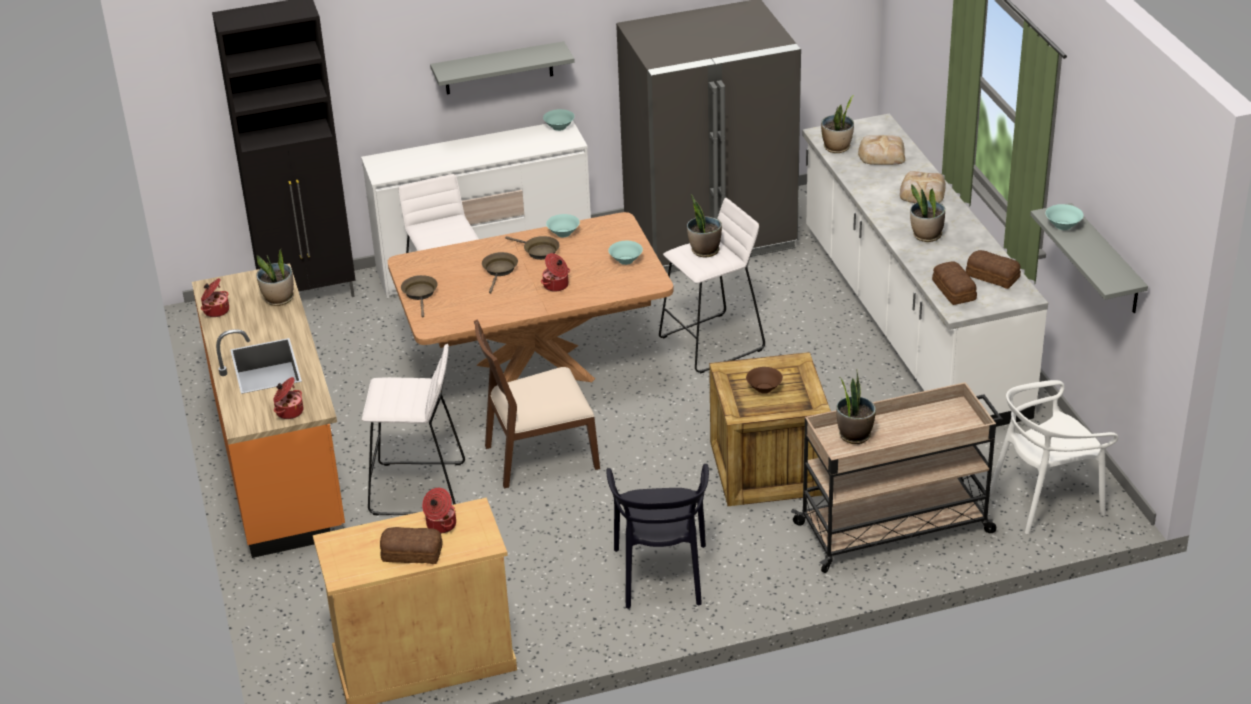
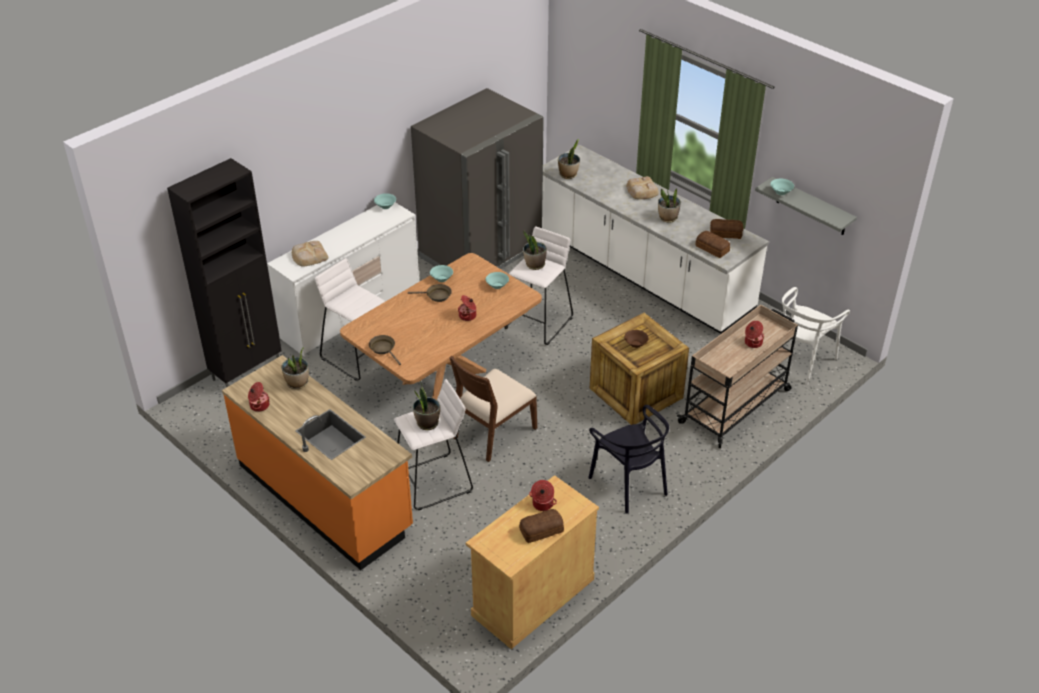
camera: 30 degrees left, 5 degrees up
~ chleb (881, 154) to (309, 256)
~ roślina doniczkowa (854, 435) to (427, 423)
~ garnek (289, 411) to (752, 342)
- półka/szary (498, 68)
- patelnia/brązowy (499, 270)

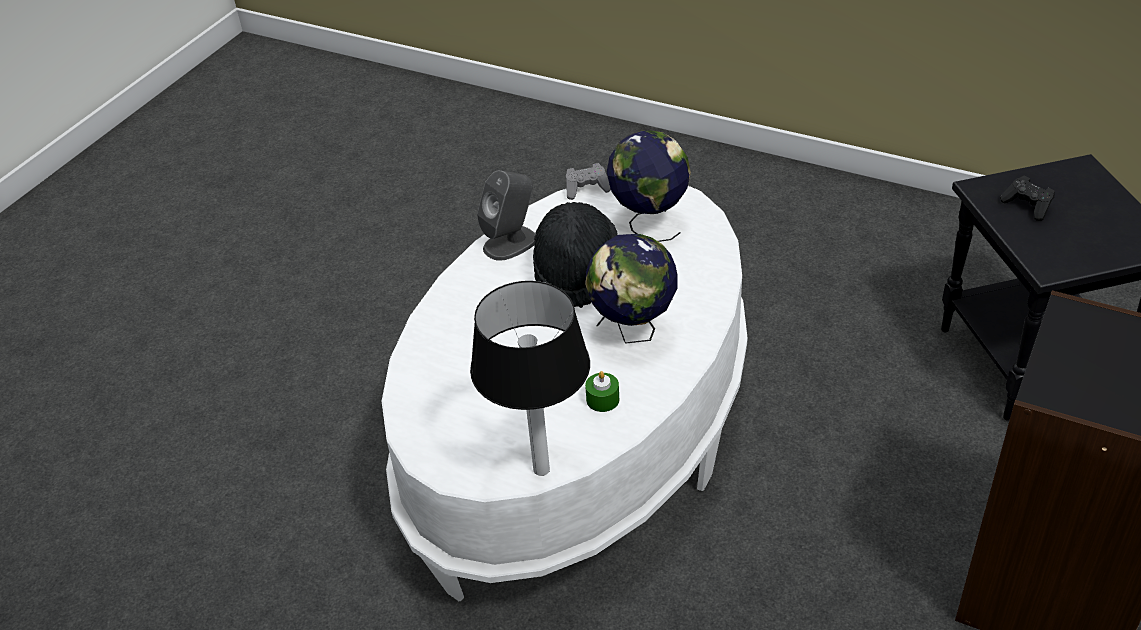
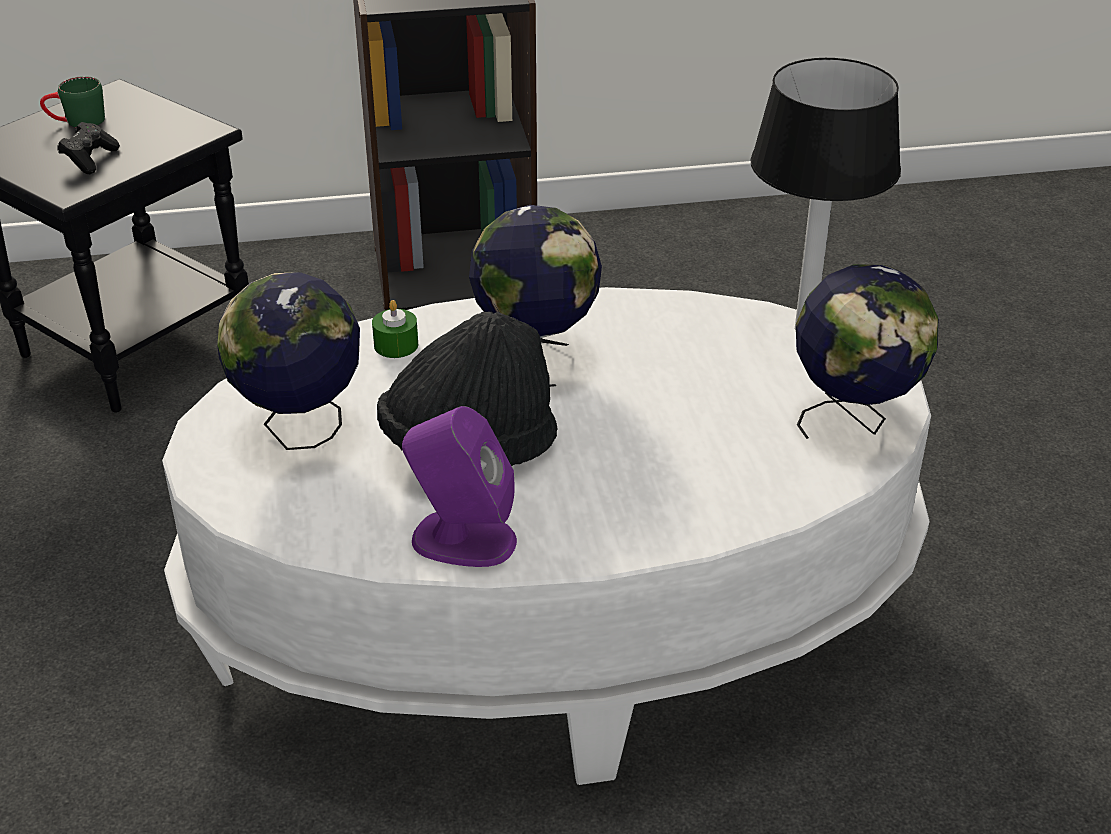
camera: 130 degrees left, 5 degrees down
+ kubek/zielony (77, 122)
~ świeca/zielony (602, 399) to (396, 345)
~ głośnik/szary (511, 243) to głośnik/fioletowy (462, 539)
+ globus (853, 421)
- pad do gier/szary (587, 189)

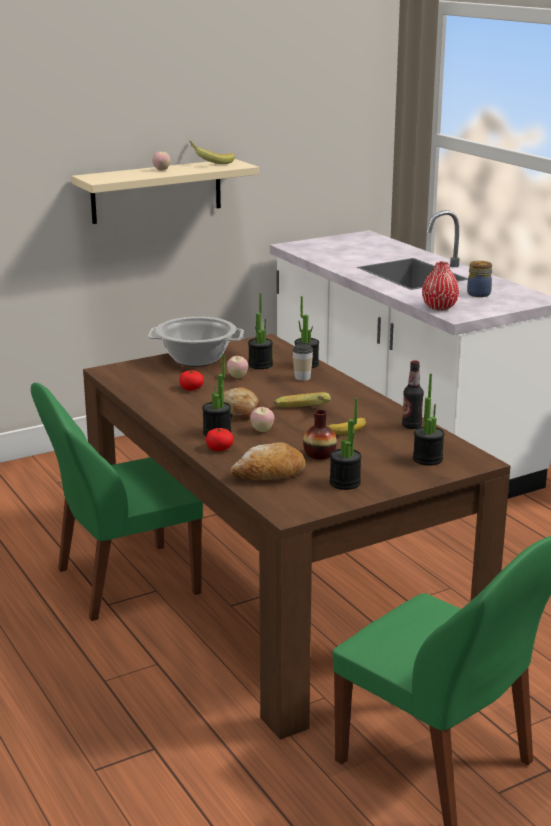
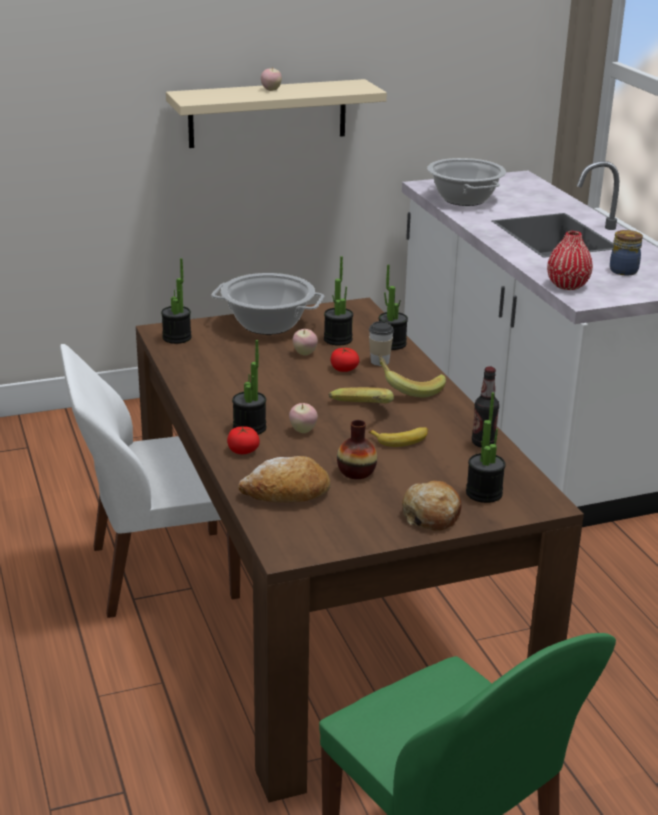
camera: 10 degrees right, 5 degrees up
~ krzesło/zielony (123, 582) to krzesło/biały (158, 573)
~ roślina doniczkowa (345, 483) to (177, 338)
~ pomidor (191, 388) to (344, 369)
~ banan (211, 163) to (409, 388)
~ chleb (238, 413) to (431, 515)
+ garnek (464, 199)

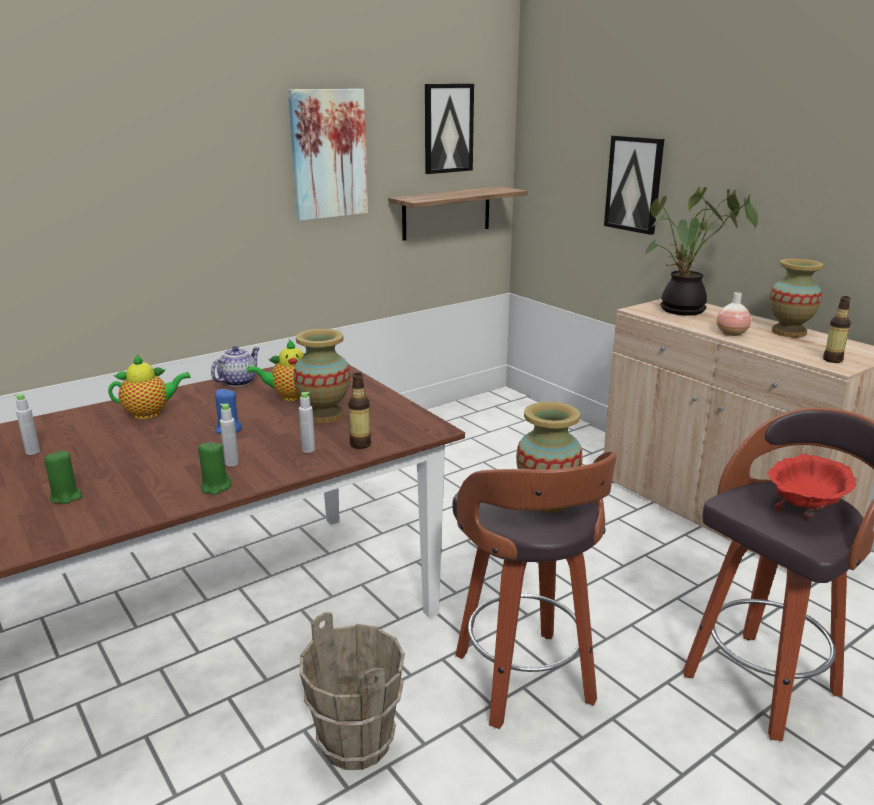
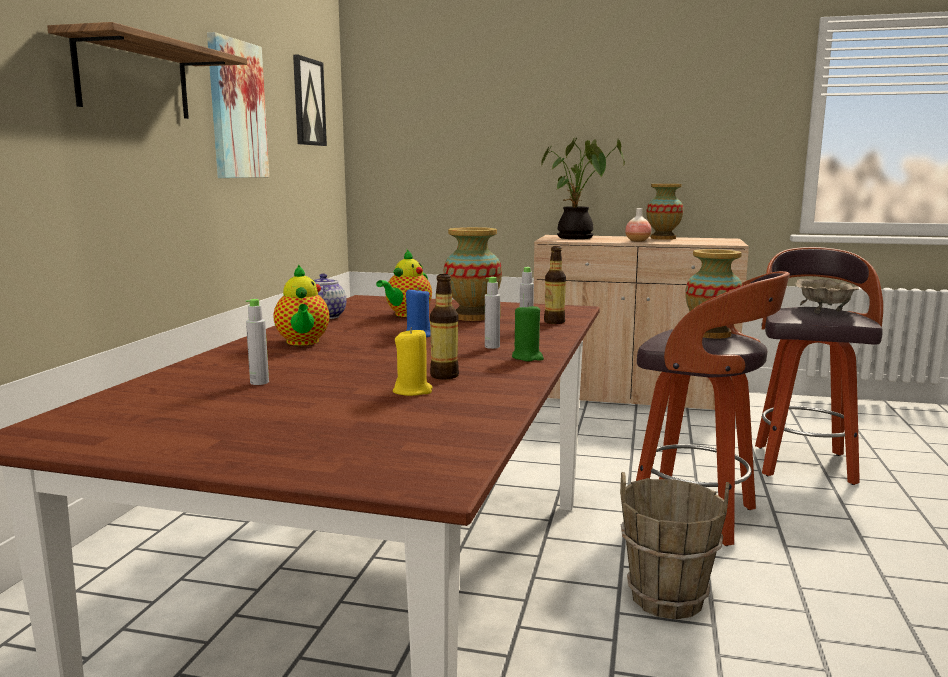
camera: 40 degrees left, 10 degrees down
~ półka (446, 213) to (134, 79)
~ imbryk (150, 413) = (303, 342) 135 degrees clockwise
~ świeca/zielony (66, 497) to świeca/żółty (413, 391)
~ butelka (832, 360) to (444, 376)
~ miska/czerwony (805, 508) to miska/beżowy (824, 310)
- obraz (634, 184)

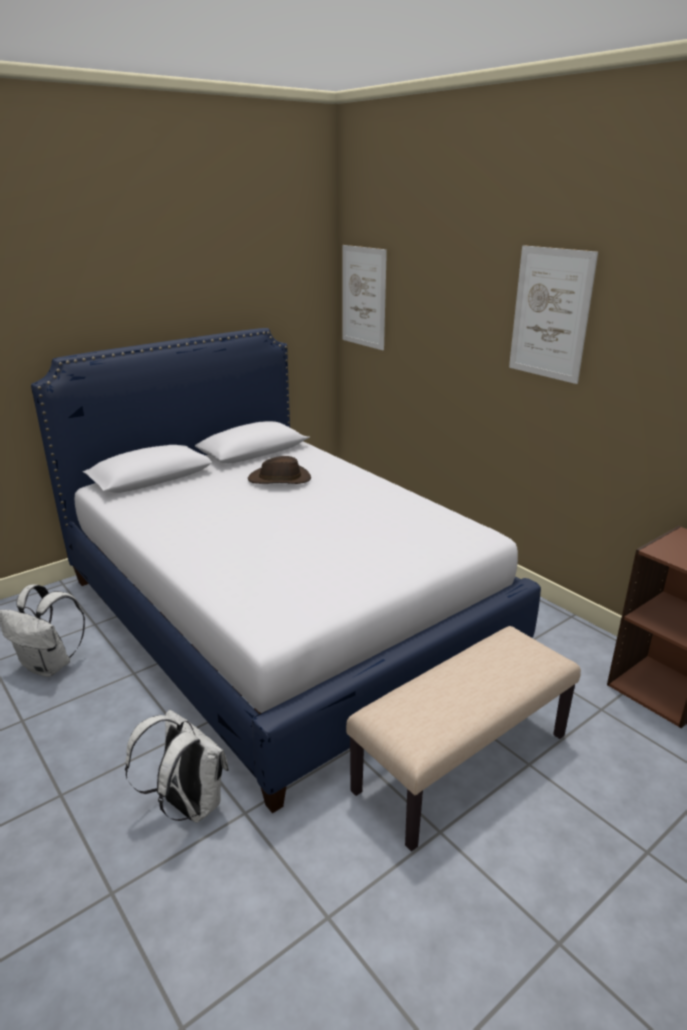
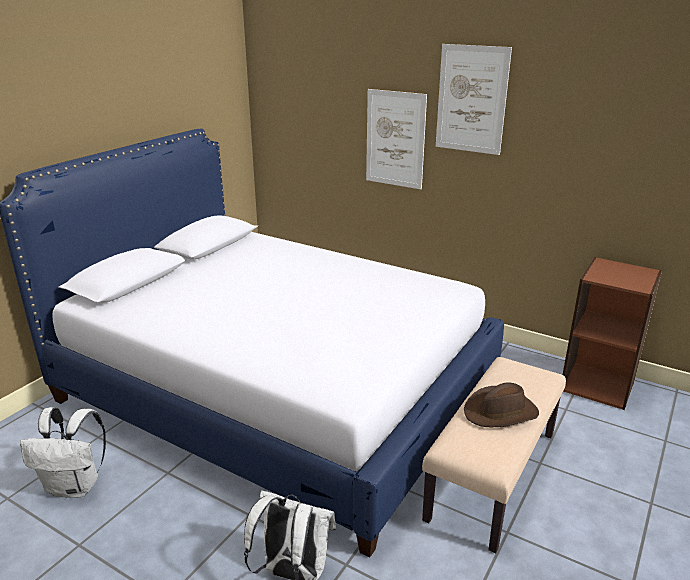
camera: 20 degrees left, 0 degrees up
~ obraz (363, 297) to (395, 139)
~ kapelusz/brązowy (280, 479) to (500, 412)

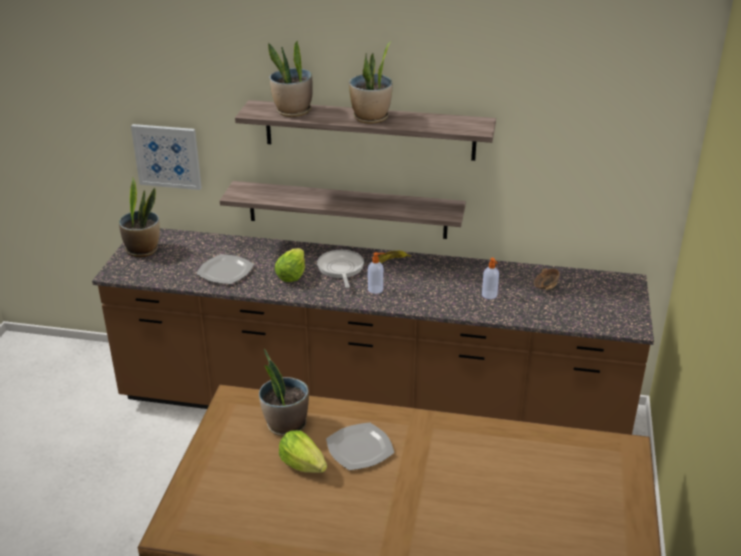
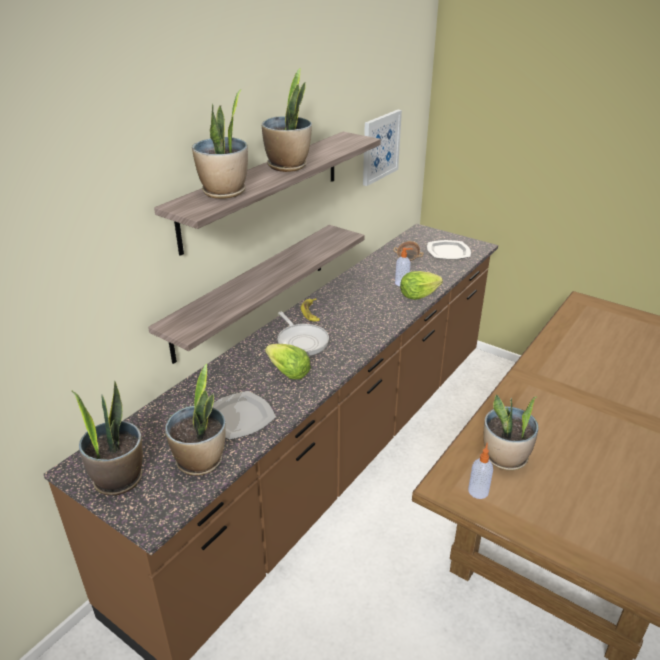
camera: 65 degrees left, 0 degrees up
+ roślina doniczkowa (201, 461)
~ patelnia (340, 269) = (301, 341) 135 degrees counterclockwise
~ obraz (167, 156) to (380, 147)
~ sałata (302, 464) to (418, 295)
~ talerz (360, 448) to (448, 251)
~ dozownik mydła (376, 289) to (478, 491)

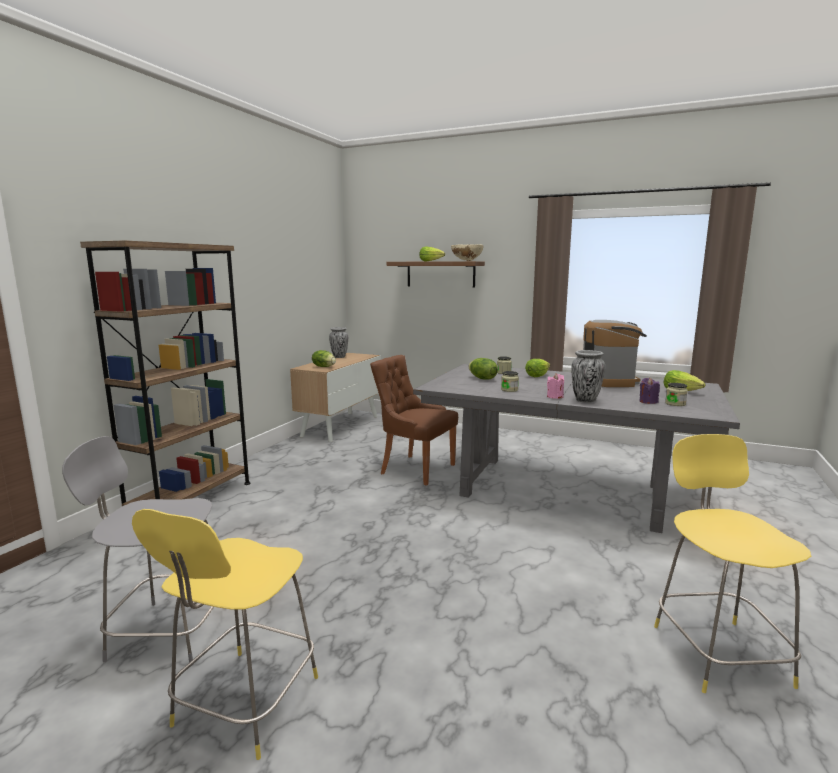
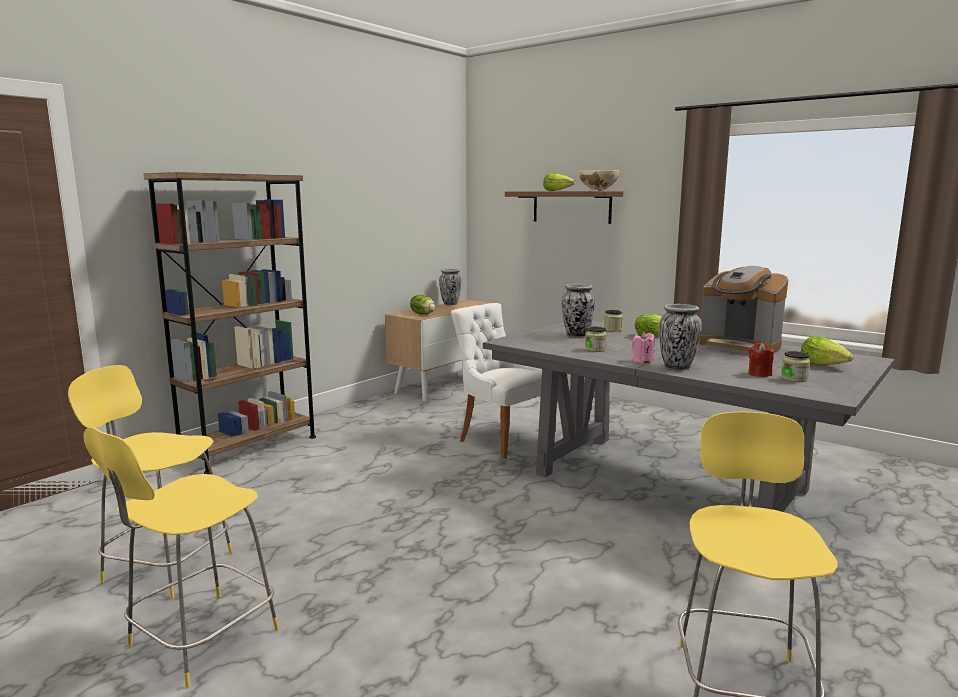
camera: 15 degrees right, 0 degrees up
~ stołek/szary (166, 632) to stołek/żółty (165, 566)
~ krzesło/brązowy (415, 468) to krzesło/biały (502, 439)
~ sałata (482, 378) to wazon (577, 335)
~ ekspres do kawy (609, 381) = (739, 347) 120 degrees clockwise
~ świeca/fioletowy (648, 401) to świeca/czerwony (759, 374)

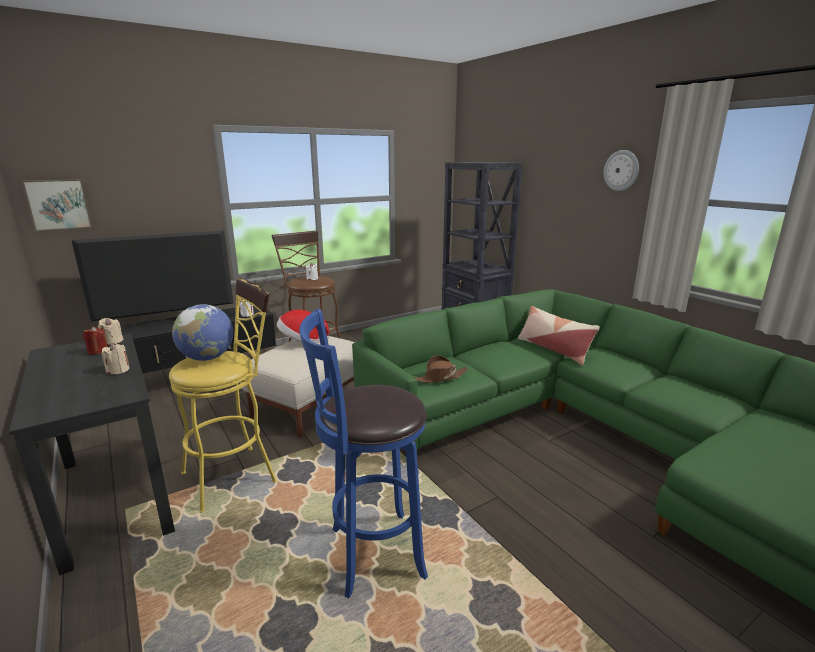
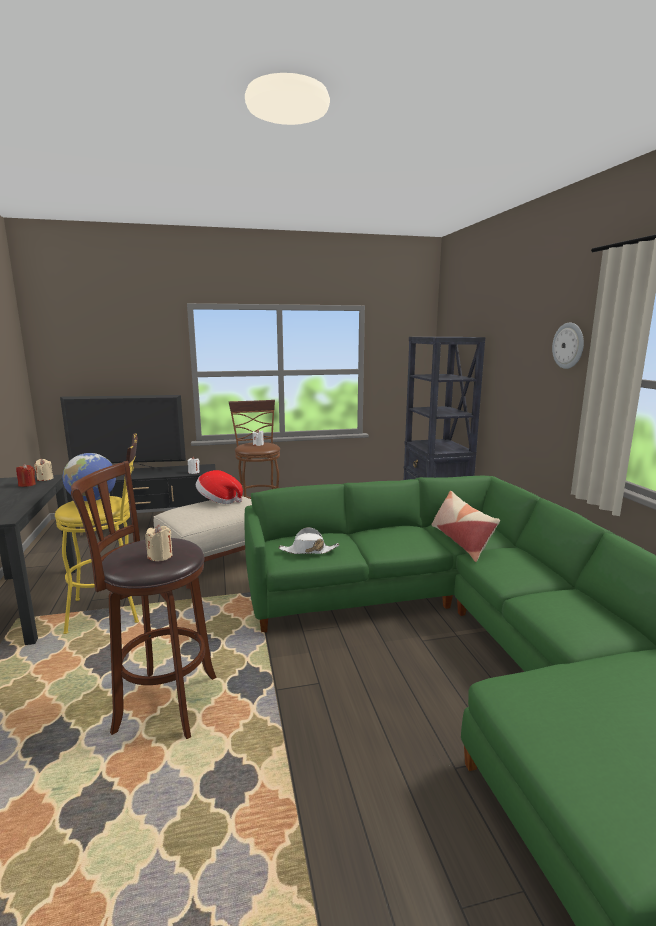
camera: 20 degrees right, 5 degrees down
~ stołek/niebieski (371, 554) to stołek/brązowy (161, 703)
~ świeca/beżowy (118, 370) to (160, 556)
~ kapelusz/brązowy (440, 377) to kapelusz/biały (308, 550)
- obraz (58, 204)

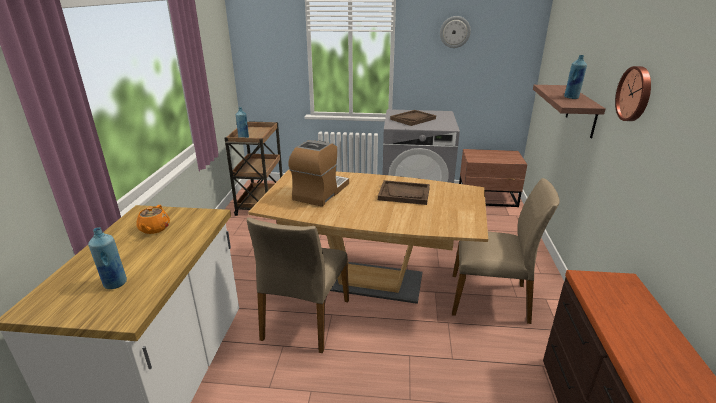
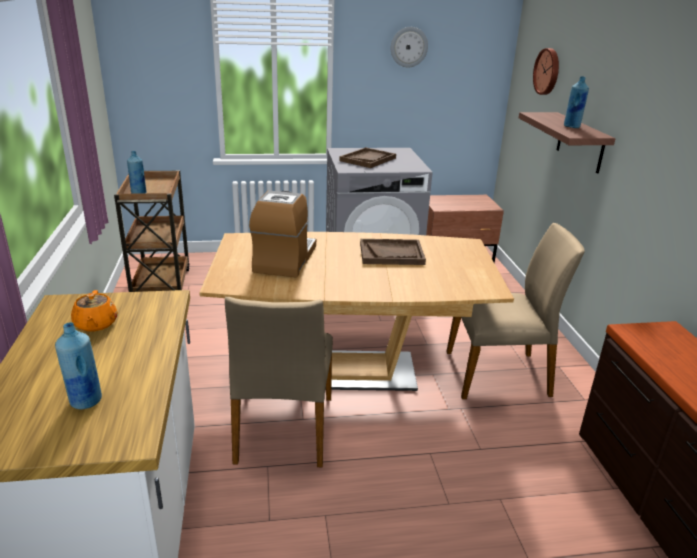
camera: 15 degrees left, 0 degrees up
~ zegar ścienny (635, 94) to (548, 71)

